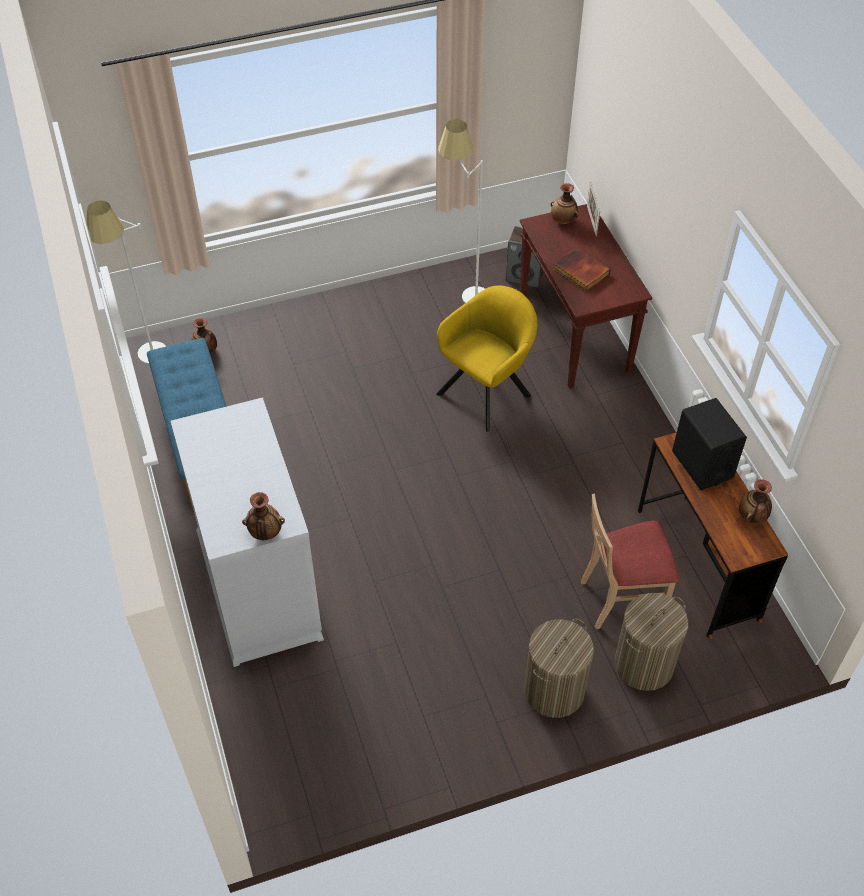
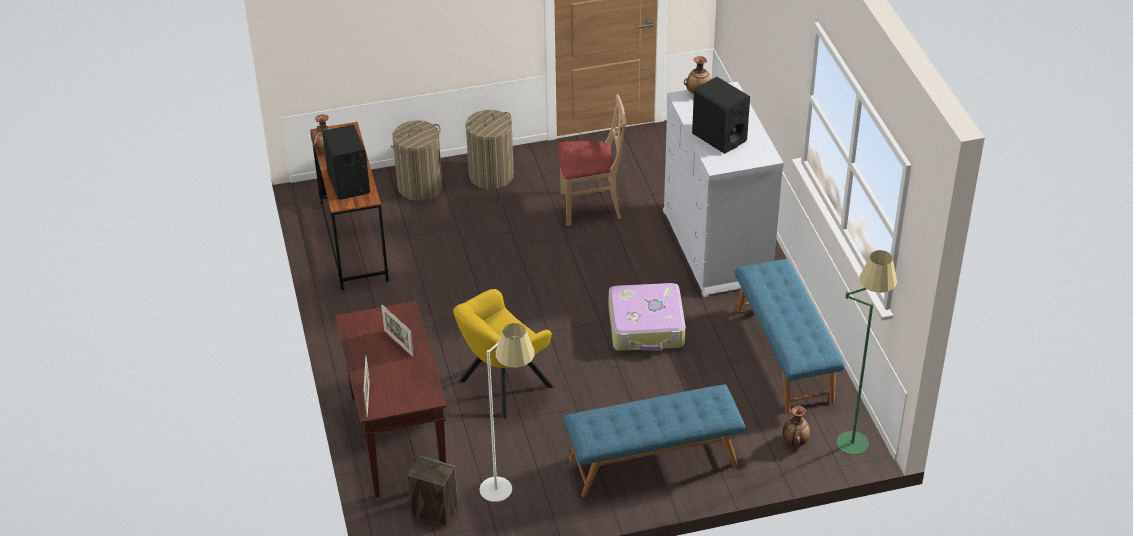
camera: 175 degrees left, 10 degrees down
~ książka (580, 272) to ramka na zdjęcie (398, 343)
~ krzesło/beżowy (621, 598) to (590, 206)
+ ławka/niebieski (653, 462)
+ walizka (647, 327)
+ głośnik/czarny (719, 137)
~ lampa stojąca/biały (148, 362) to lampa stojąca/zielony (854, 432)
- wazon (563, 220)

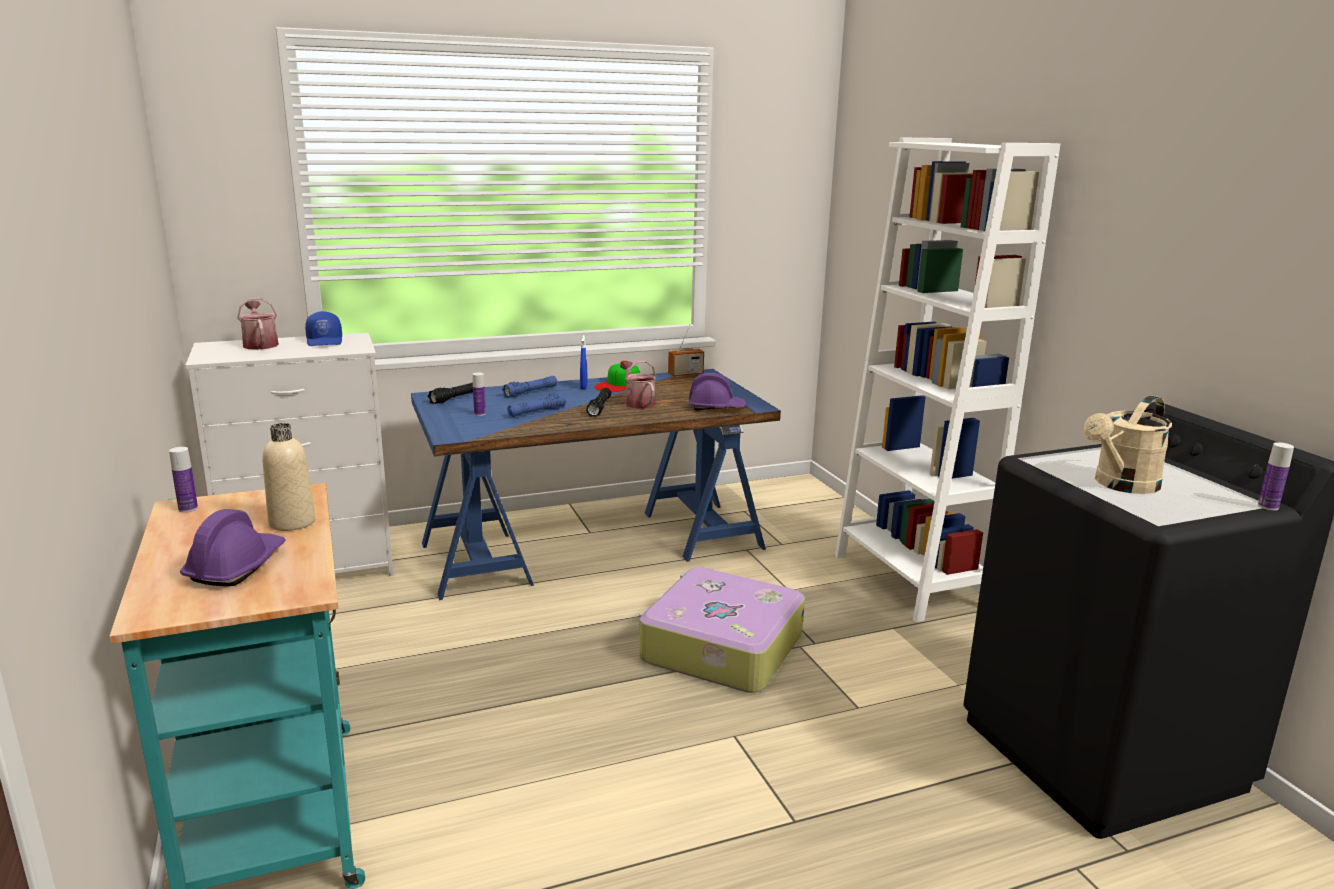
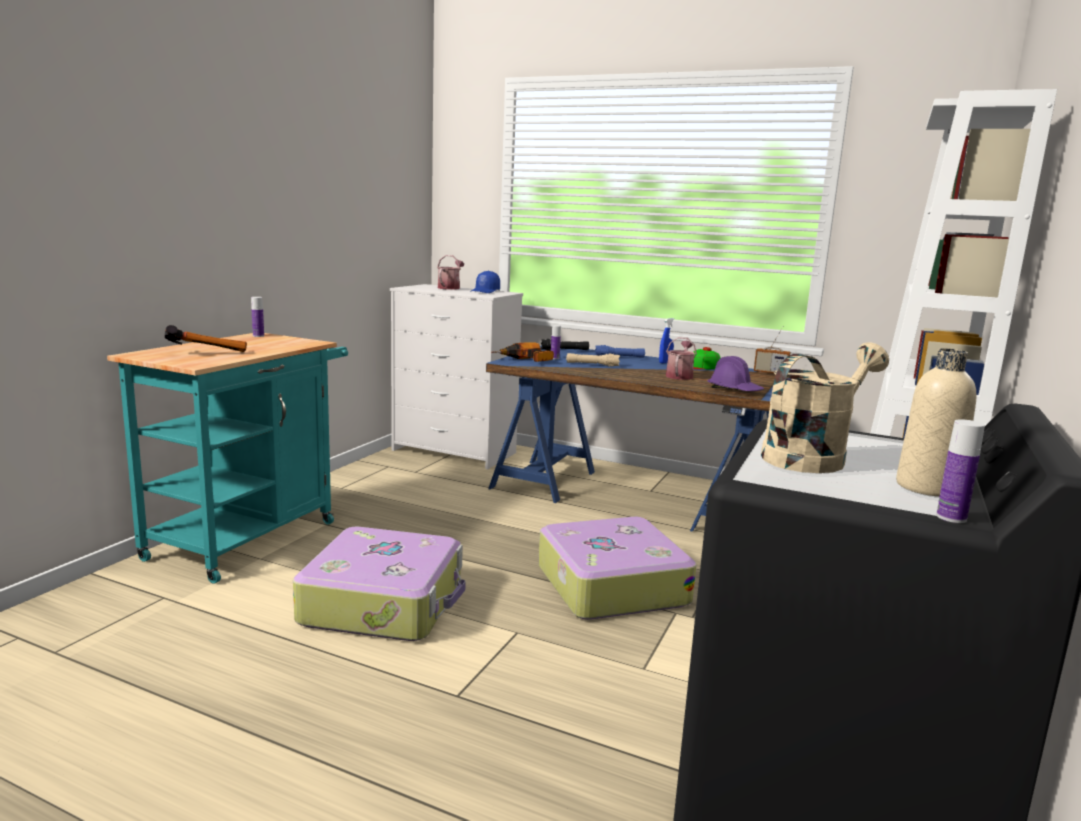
camera: 45 degrees right, 5 degrees down
~ kask/fioletowy (236, 567) to młotek (206, 352)
+ walizka (385, 602)
+ wiertarka (526, 360)
~ latarka/niebieski (536, 412) to latarka/beżowy (592, 365)
~ konewka/beżowy (1121, 485) = (811, 457) 135 degrees clockwise
~ butelka/beżowy (292, 522) to (928, 487)
- latarka/czarny (599, 408)

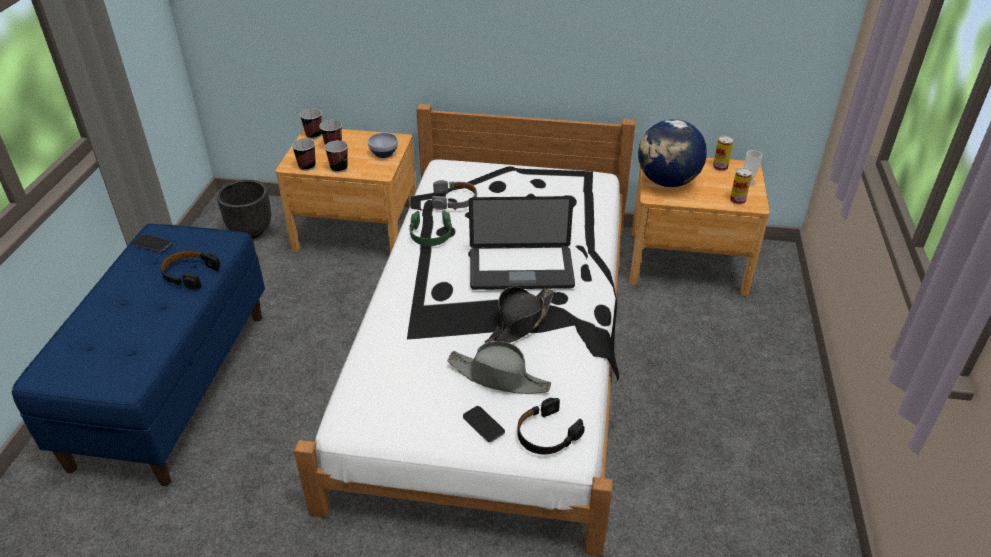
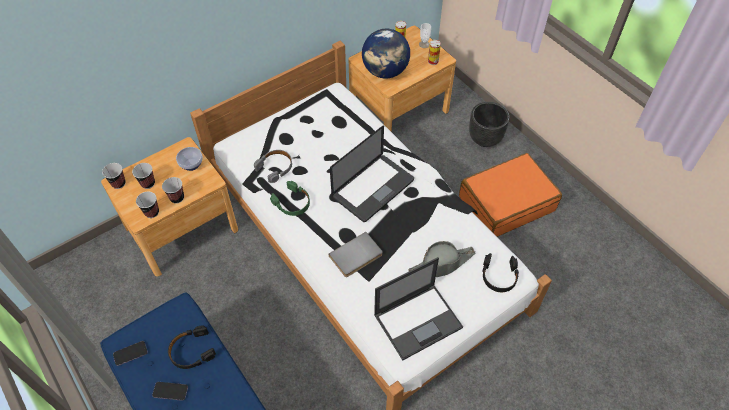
camera: 45 degrees left, 15 degrees up
~ telefon (483, 425) to (170, 391)
+ książka/szary (357, 256)
+ laptop (418, 320)
+ walizka/pomarańczowy (506, 203)
~ donica/czarny (251, 231) to (484, 139)
- kapelusz/czarny (520, 322)

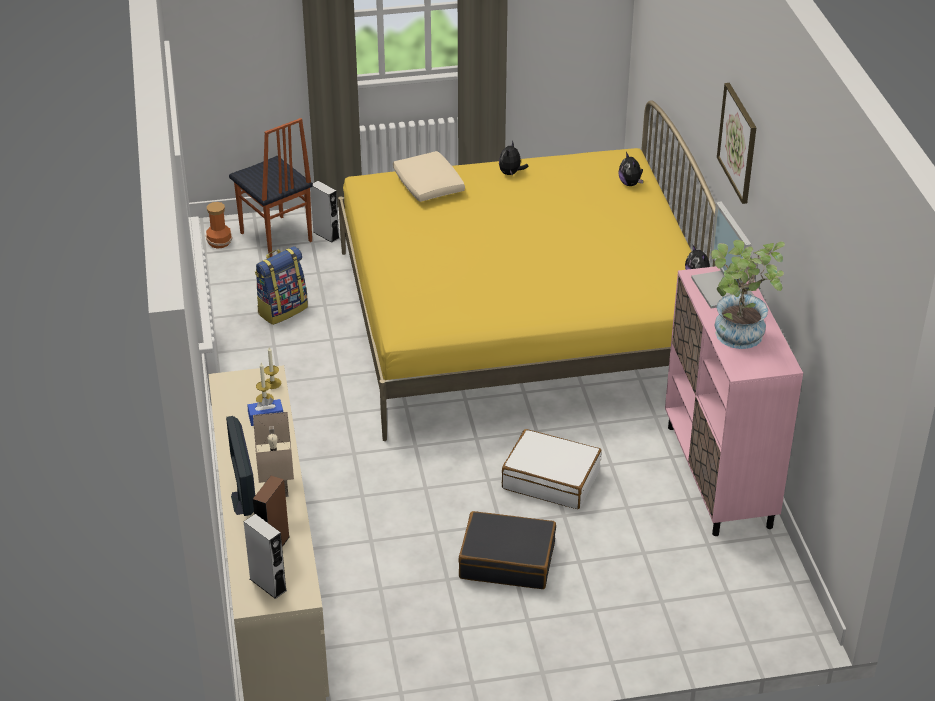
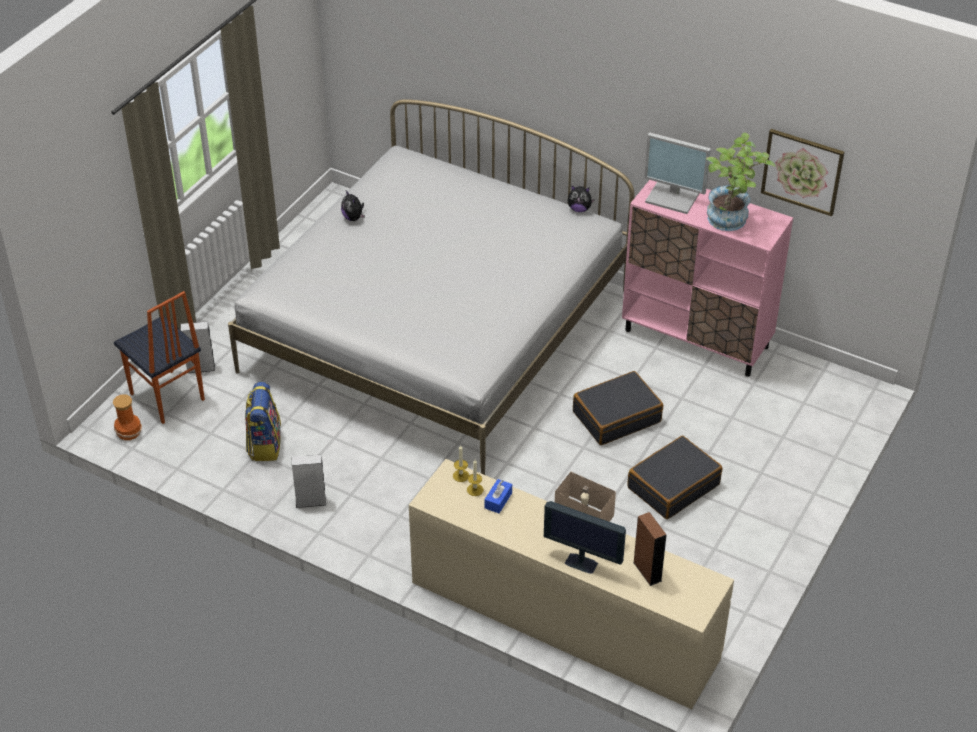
camera: 50 degrees left, 5 degrees up
~ krzesło (275, 238) = (166, 397) 45 degrees clockwise
~ łóżko/żółty (522, 322) to łóżko/biały (436, 330)
~ głośnik/szary (268, 584) to (311, 502)
~ walizka/biały (551, 479) to walizka/czarny (616, 416)
~ obraz (738, 142) to (802, 171)
- poduszka/beżowy (429, 186)
- pluszak (630, 184)

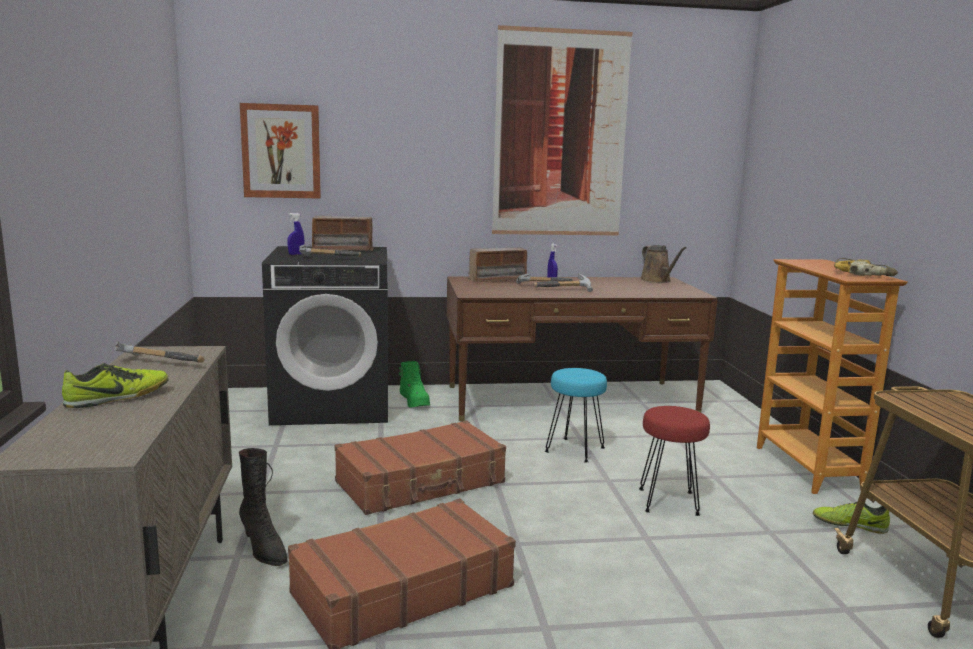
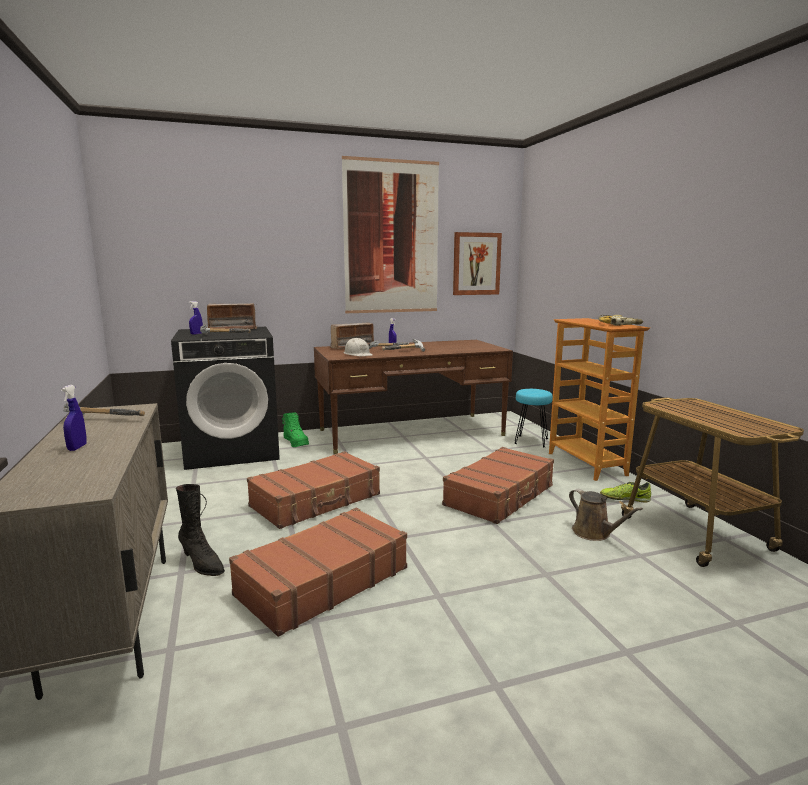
camera: 10 degrees left, 0 degrees up
~ but (118, 398) to spryskiwacz/niebieski (77, 448)
+ kask/biały (358, 354)
~ stołek/czerwony (668, 501) to walizka/brązowy (500, 496)
~ obraz (281, 151) to (476, 264)
~ stołek/turkusowy (574, 450) to (531, 441)
~ konewka/brązowy (657, 280) to (594, 533)

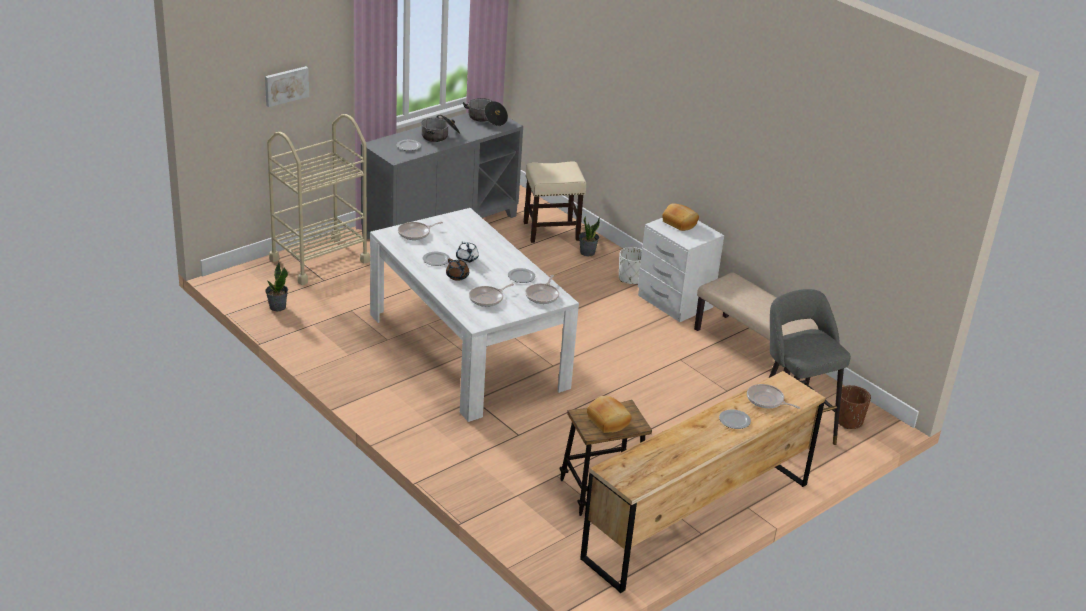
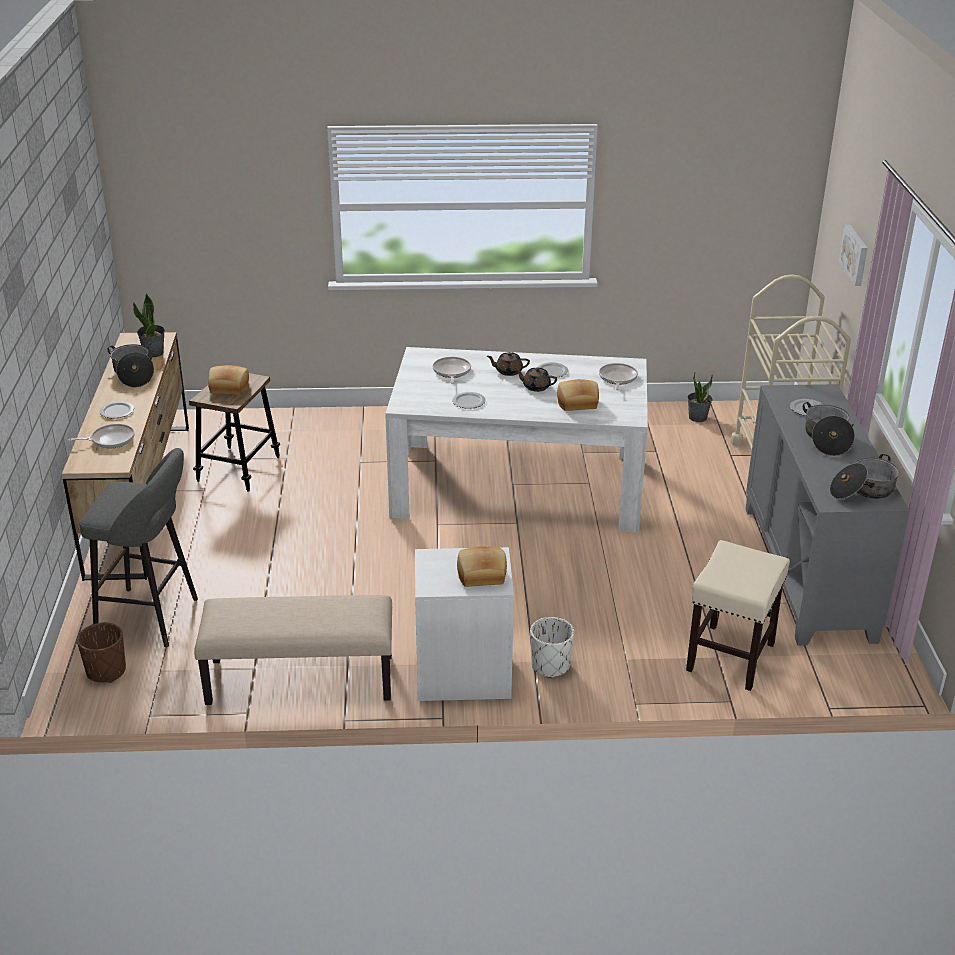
camera: 130 degrees right, 0 degrees up
+ garnek (133, 374)
~ roślina doniczkowa (587, 252) to (154, 353)
~ imbryk/biały (467, 259) to imbryk/brązowy (536, 387)
+ chleb (577, 403)
- patelnia (543, 295)

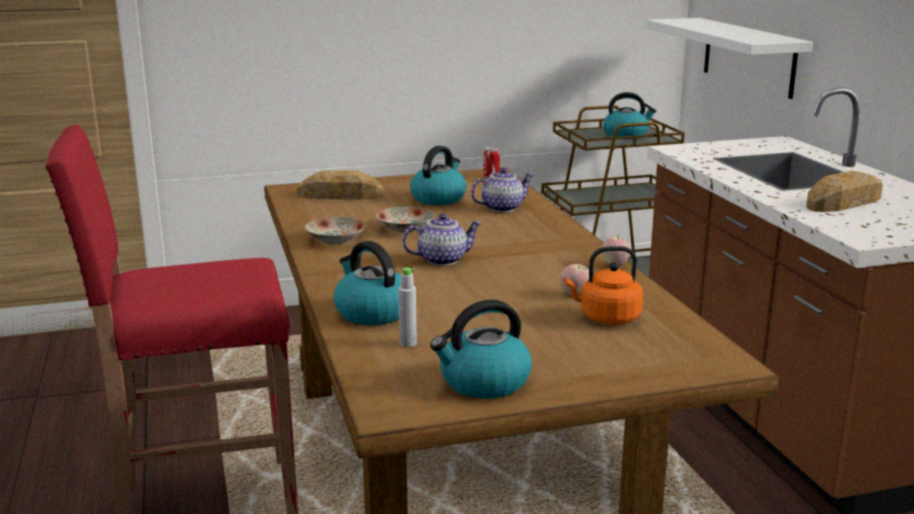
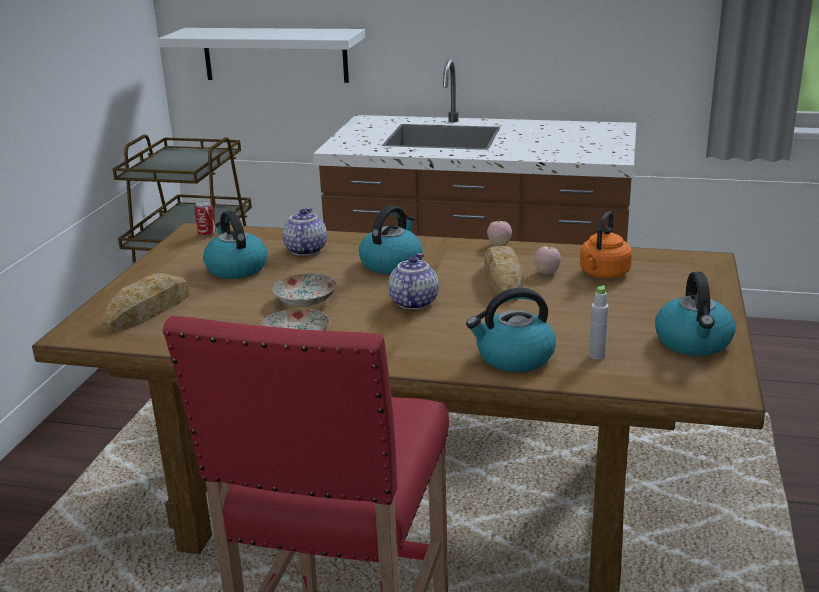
camera: 60 degrees left, 5 degrees up
~ czajnik (626, 135) to (391, 263)
~ chleb (845, 202) to (502, 280)

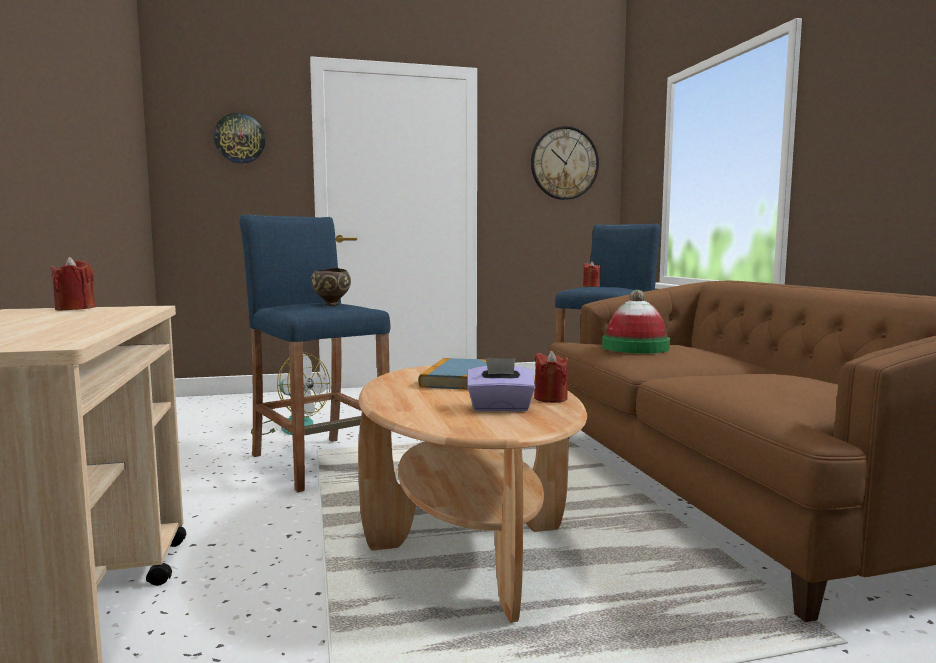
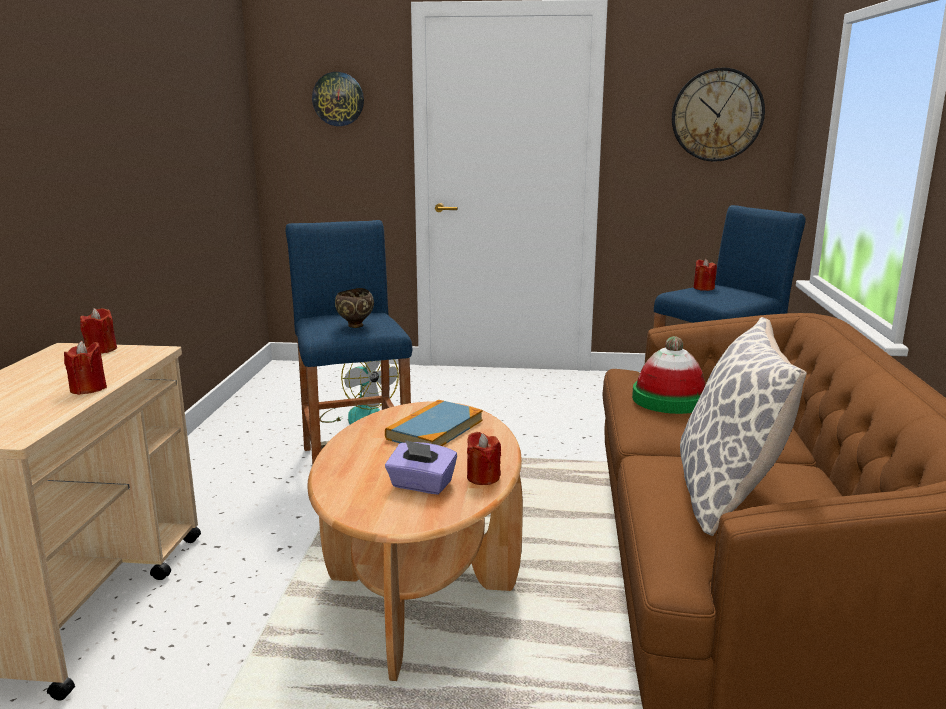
camera: 20 degrees right, 10 degrees up
+ świeca/czerwony (88, 389)
+ poduszka (727, 495)

